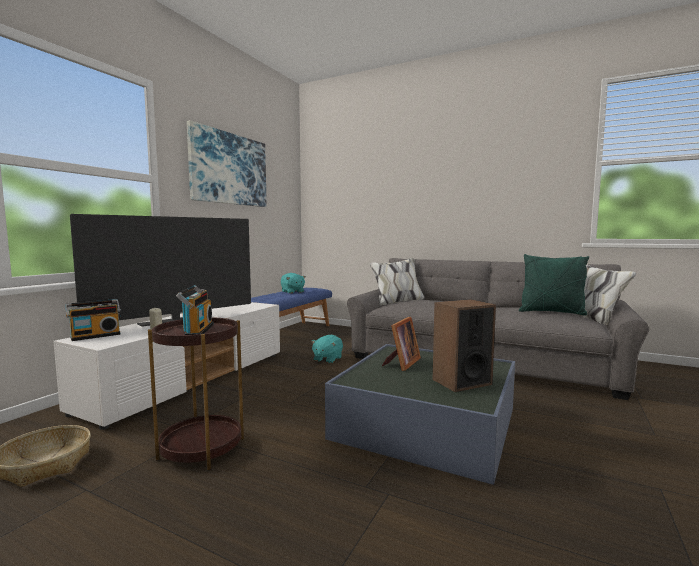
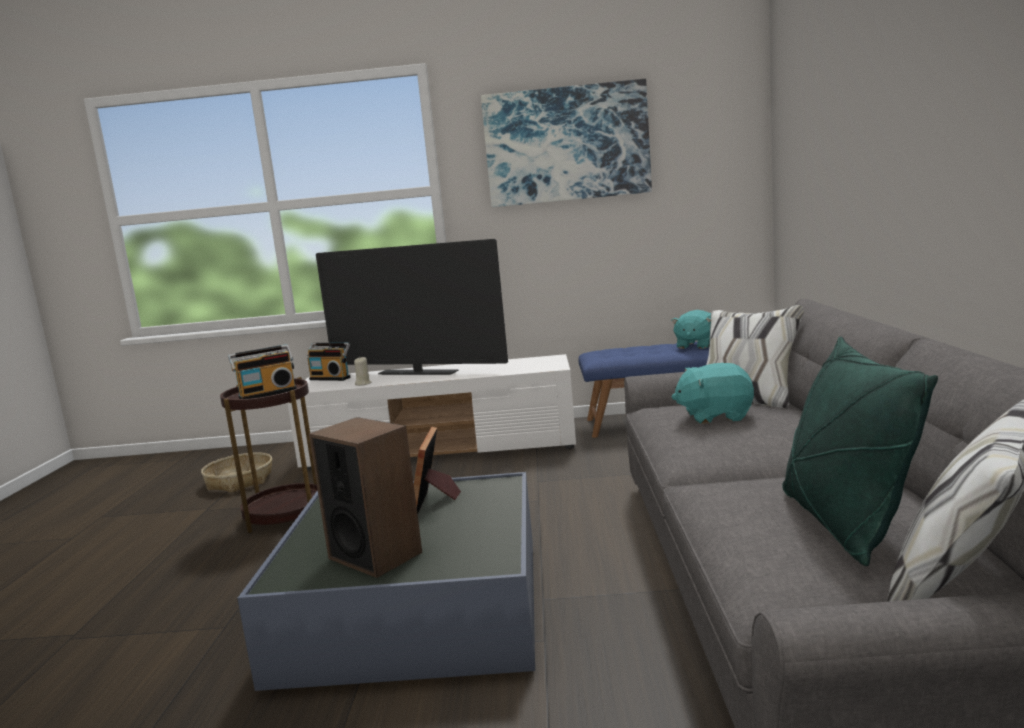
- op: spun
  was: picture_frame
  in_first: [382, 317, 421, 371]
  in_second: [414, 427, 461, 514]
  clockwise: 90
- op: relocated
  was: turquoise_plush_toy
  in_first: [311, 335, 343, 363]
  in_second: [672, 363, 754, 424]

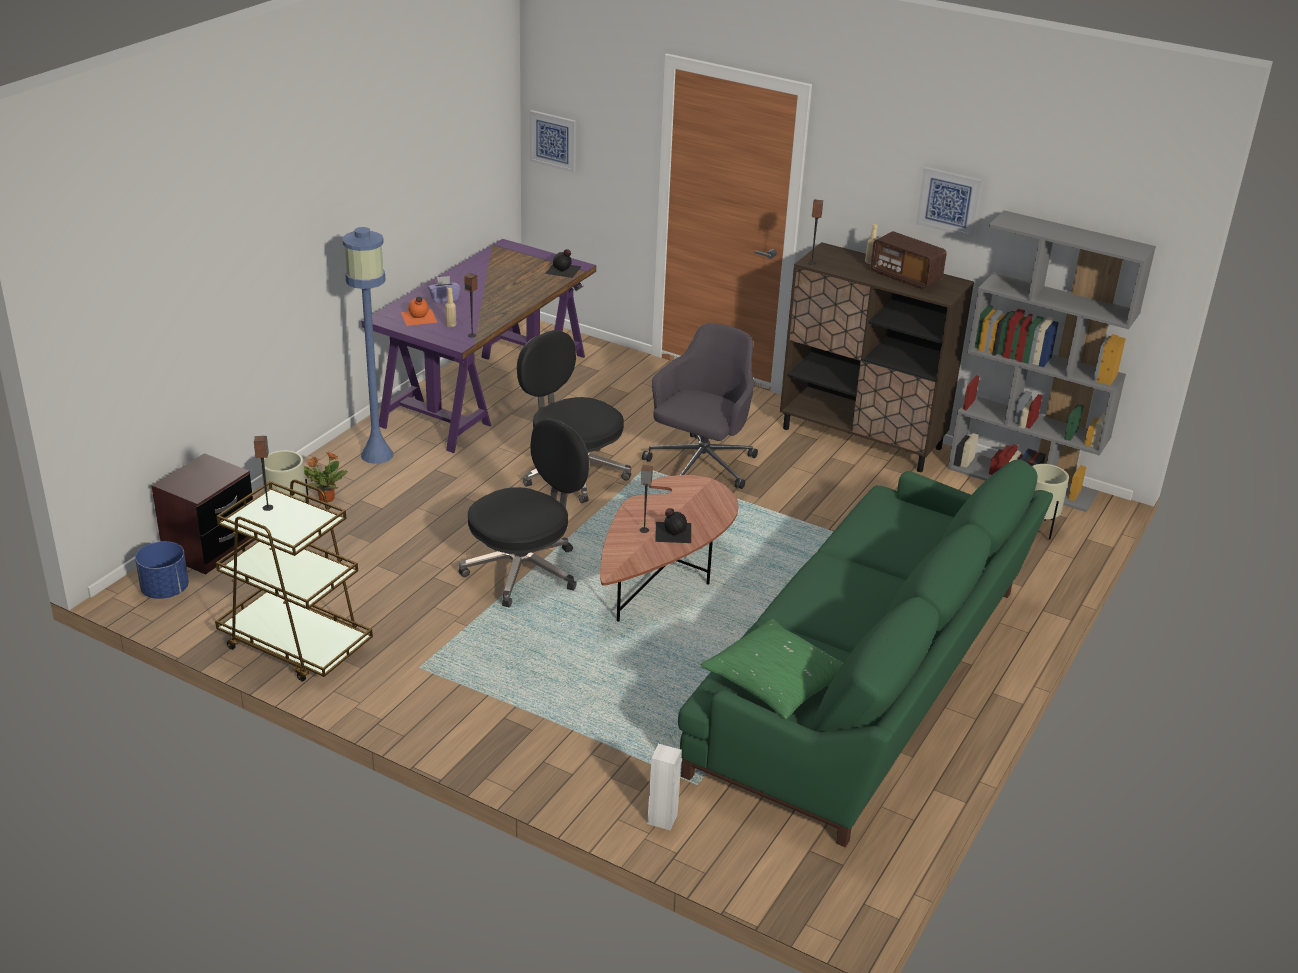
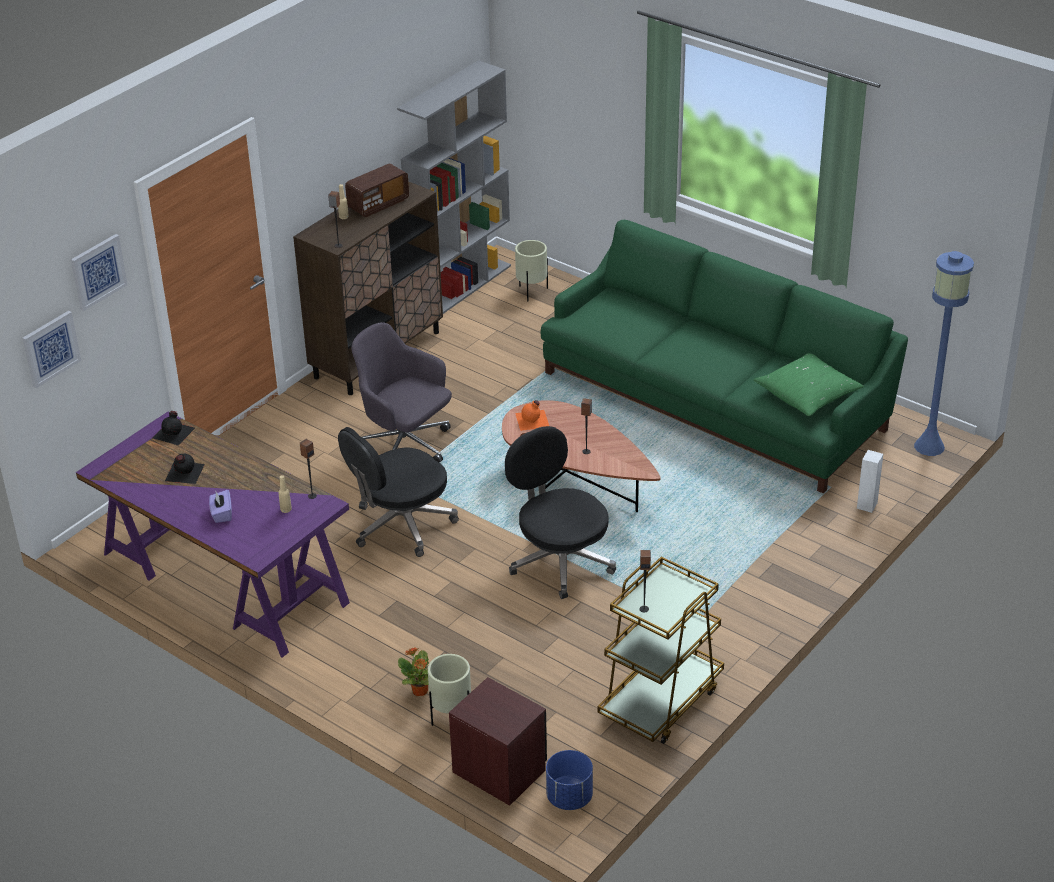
- op: relocated
  was: picture
  in_first: [916, 167, 982, 238]
  in_second: [71, 234, 128, 311]
- op: relocated
  was: blue_floor_lamp
  in_first: [343, 227, 394, 464]
  in_second: [914, 251, 974, 456]
- op: relocated
  was: orange_bottle
  in_first: [401, 297, 437, 326]
  in_second: [515, 400, 549, 431]
- op: relocated
  was: black_bottle
  in_first: [655, 508, 691, 543]
  in_second: [165, 454, 205, 484]

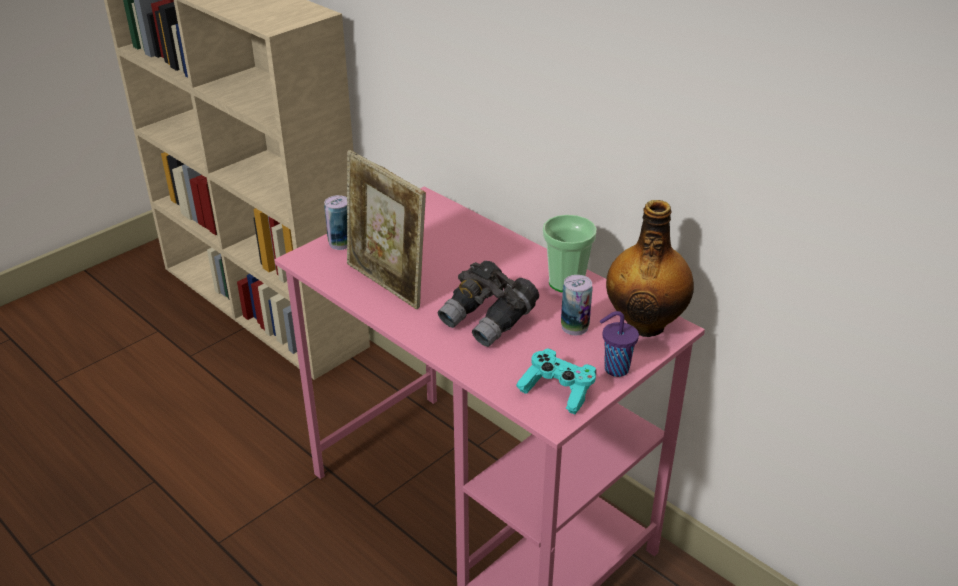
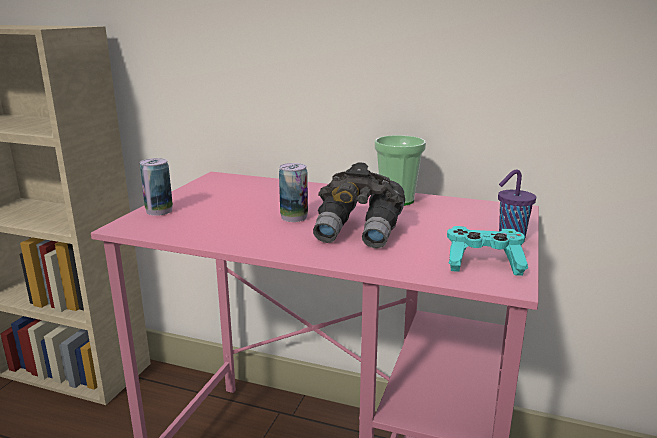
- op: missing
  was: picture_frame
  in_first: [347, 150, 426, 309]
- op: missing
  was: bottle
  in_first: [606, 200, 694, 337]
- op: relocated
  was: can
  in_first: [561, 275, 593, 335]
  in_second: [279, 163, 308, 222]

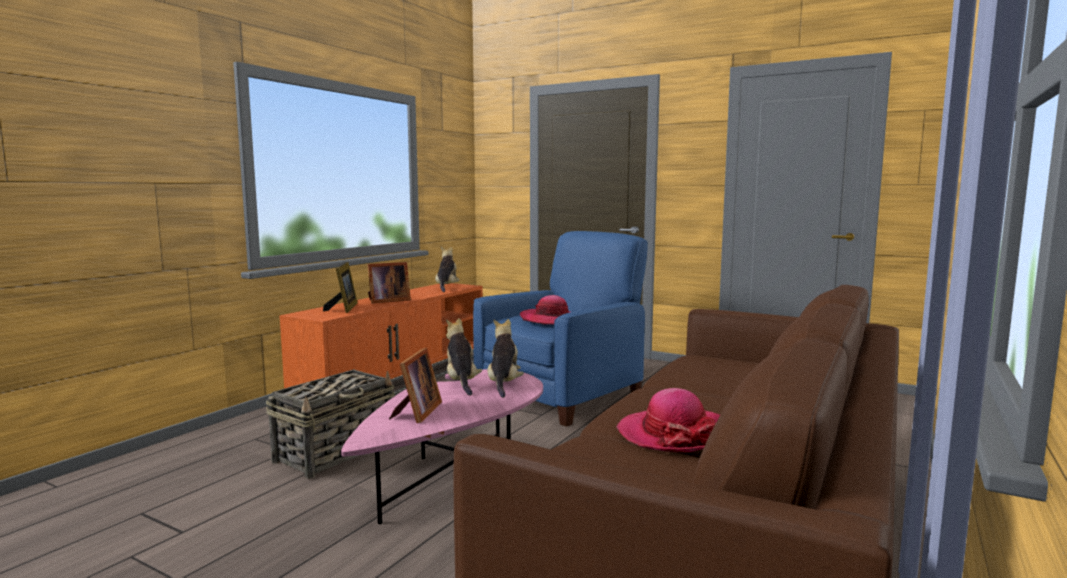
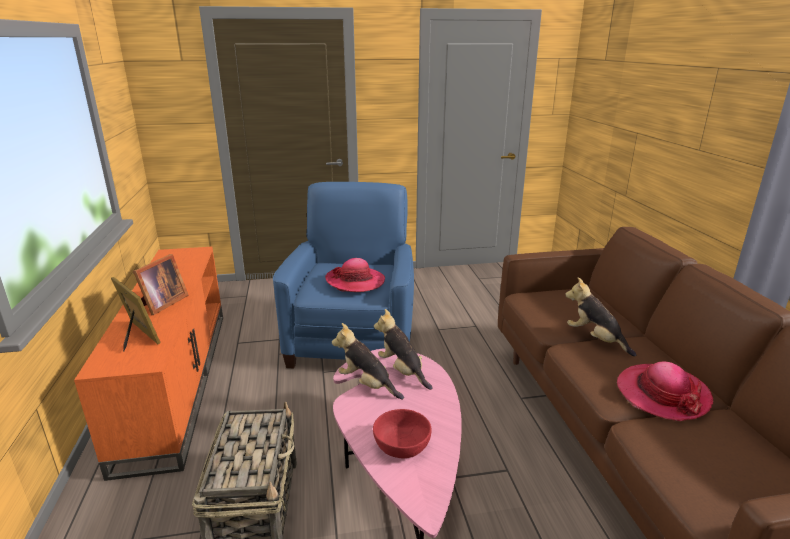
- op: relocated
  was: plush_toy
  in_first: [435, 247, 459, 292]
  in_second: [565, 277, 636, 357]
- op: exchanged
  was: picture_frame
  now: red_bowl
  in_first: [389, 348, 442, 423]
  in_second: [373, 409, 432, 458]

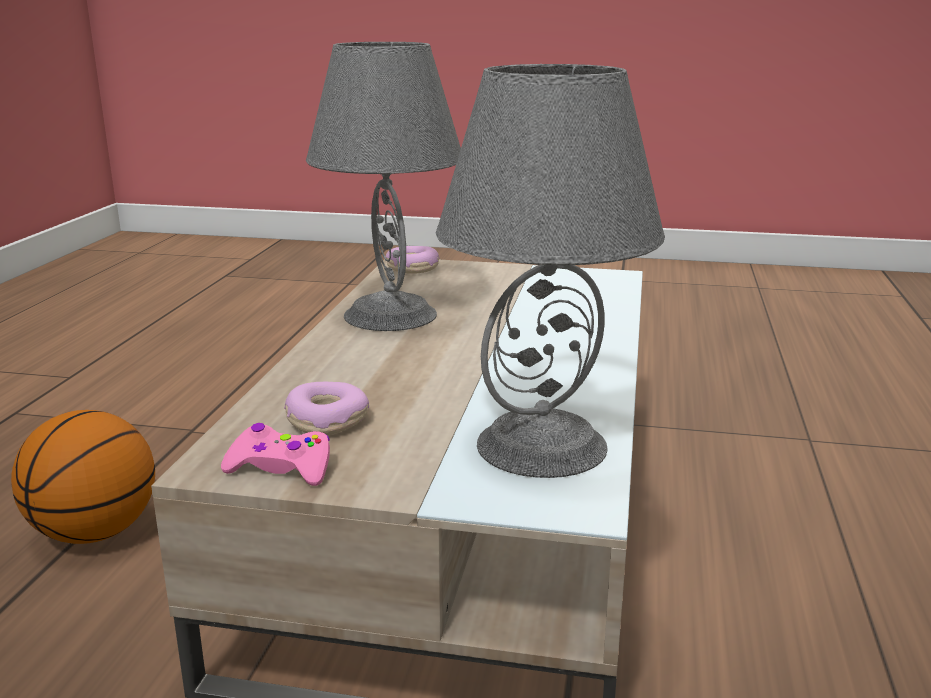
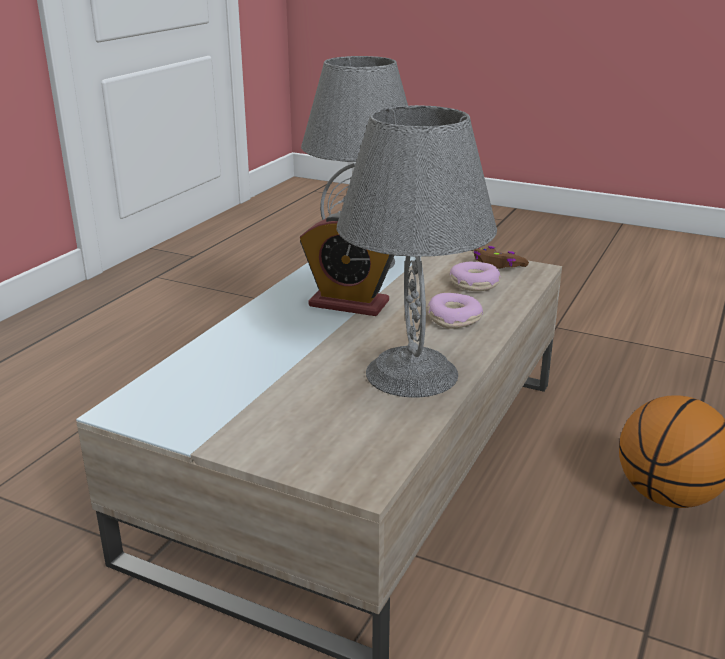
- op: relocated
  was: donut
  in_first: [386, 246, 440, 274]
  in_second: [427, 293, 483, 329]
- op: colour
  was: pink_game_controller
  now: brown_game_controller
  in_first: [221, 423, 330, 486]
  in_second: [474, 246, 529, 269]
- op: appeared
  now: alarm_clock
  in_second: [300, 213, 395, 316]

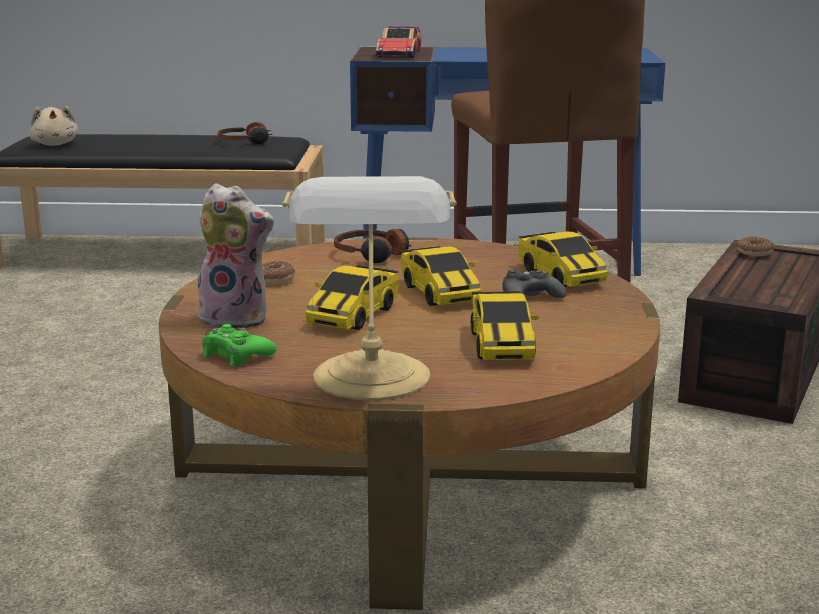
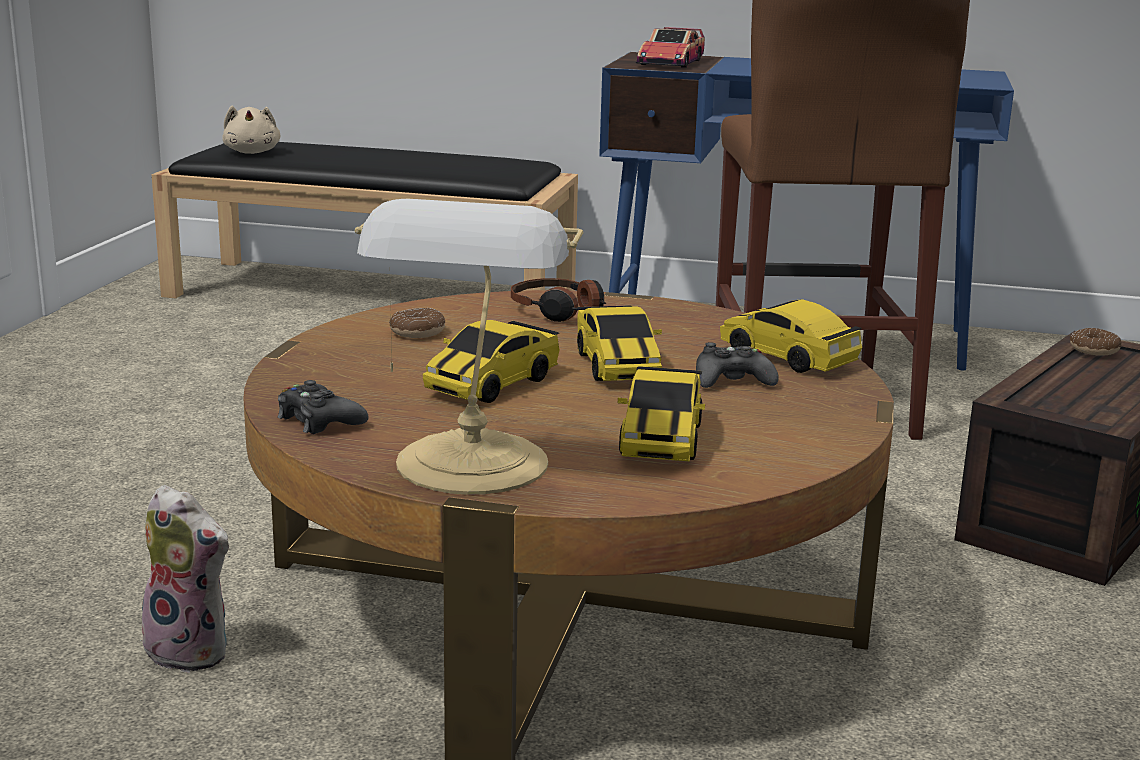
- op: missing
  was: headphones
  in_first: [218, 122, 273, 144]
- op: relocated
  was: plush_toy
  in_first: [198, 183, 274, 329]
  in_second: [137, 485, 231, 673]
- op: spun
  was: toy_car
  in_first: [518, 232, 608, 287]
  in_second: [720, 299, 862, 373]
  clockwise: 150
- op: colour
  was: green_game_controller
  now: black_game_controller
  in_first: [202, 324, 277, 366]
  in_second: [278, 380, 369, 434]

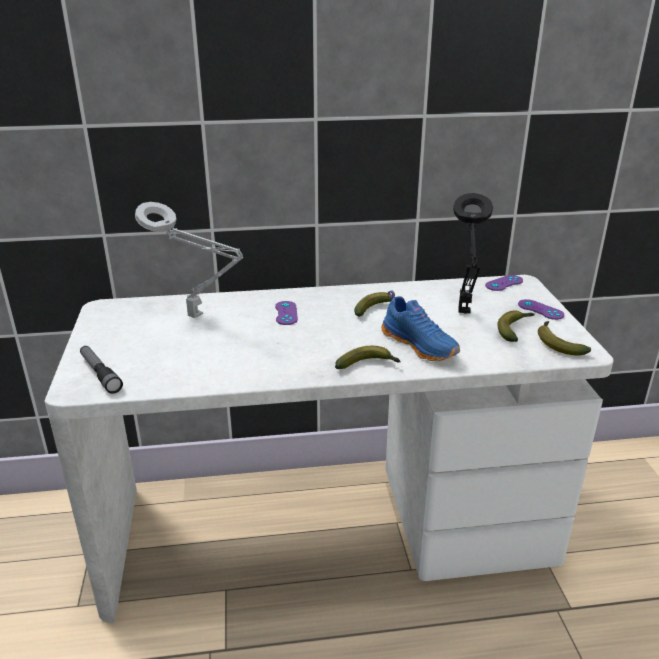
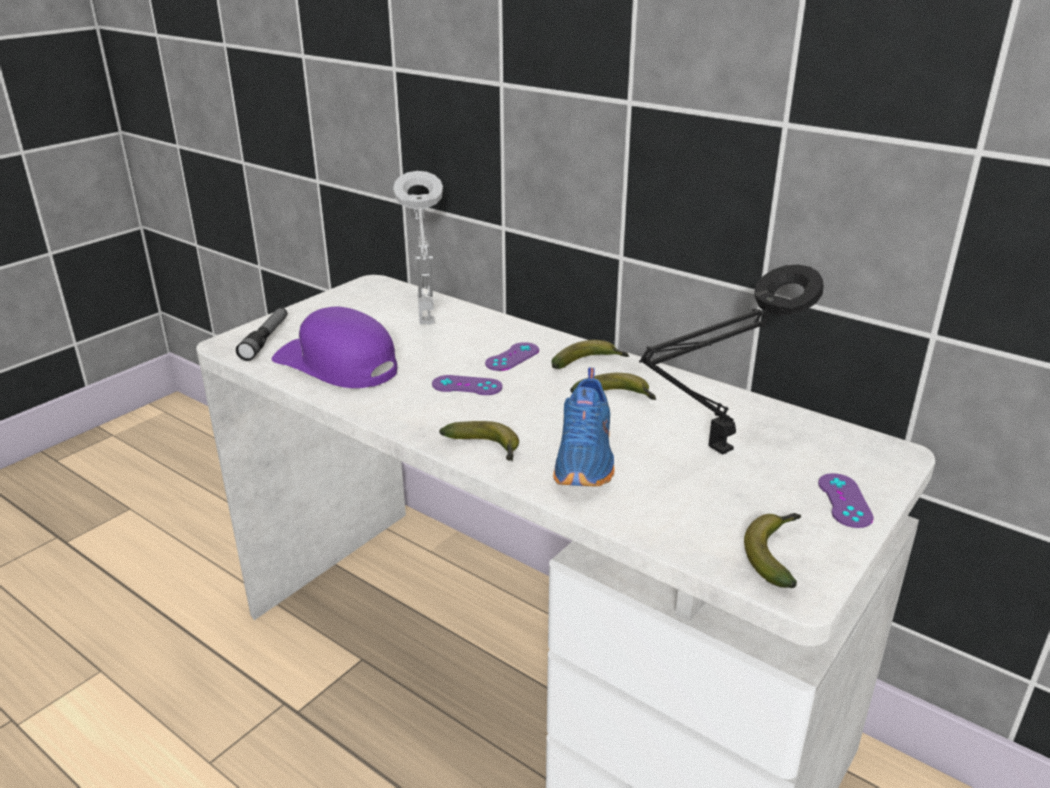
- op: relocated
  was: purple_game_controller
  in_first: [485, 275, 523, 291]
  in_second: [432, 375, 503, 395]
- op: relocated
  was: banana
  in_first: [497, 311, 535, 342]
  in_second: [551, 340, 630, 369]
- op: appeared
  now: purple_cap
  in_second: [272, 306, 398, 388]

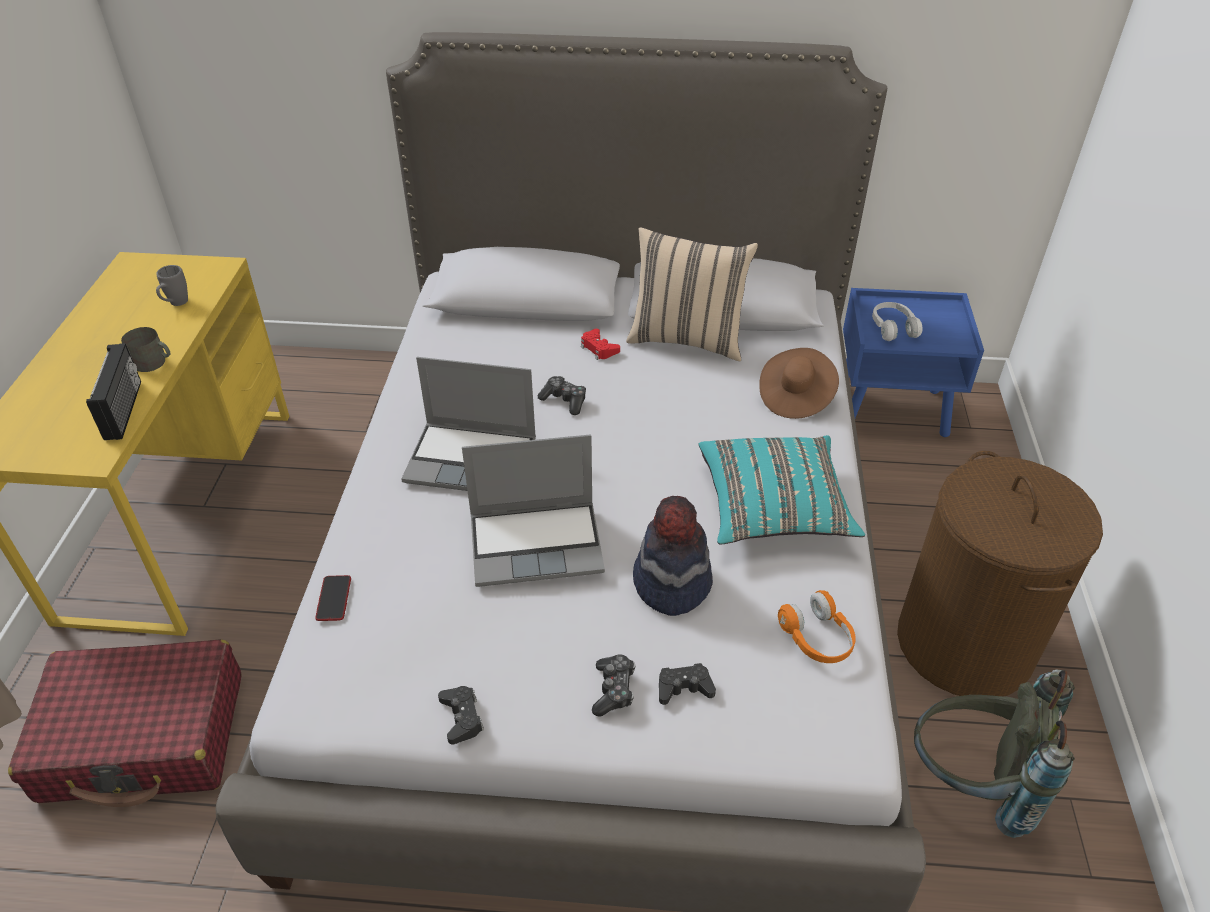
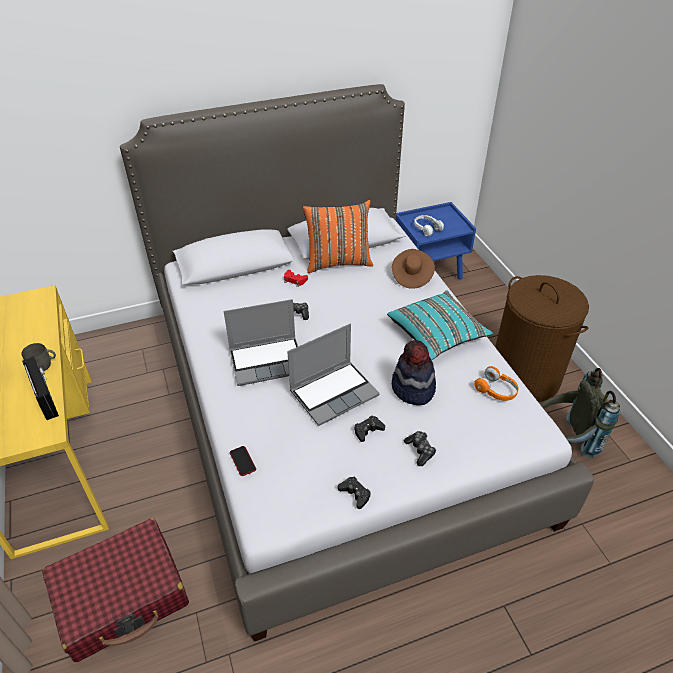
- op: colour
  was: beige_pillow
  now: orange_pillow
  in_first: [626, 227, 758, 361]
  in_second: [303, 200, 373, 273]
- op: missing
  was: grey_mug
  in_first: [156, 265, 188, 306]
- op: relocated
  was: black_game_controller
  in_first: [659, 663, 716, 705]
  in_second: [355, 416, 385, 442]

